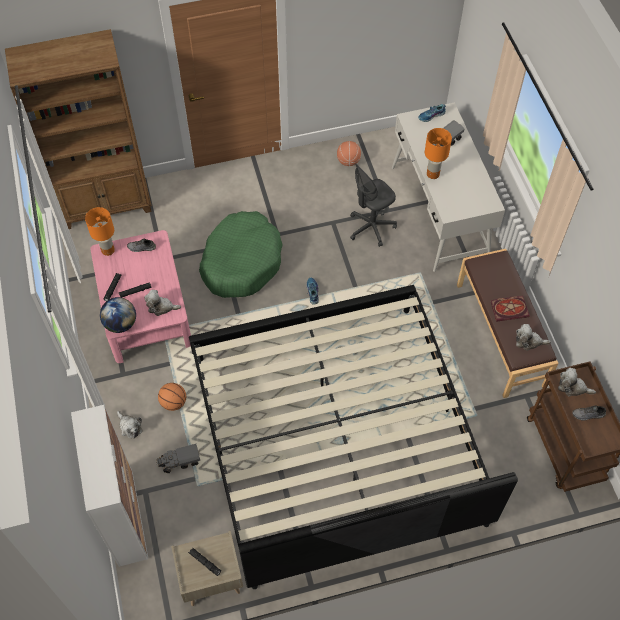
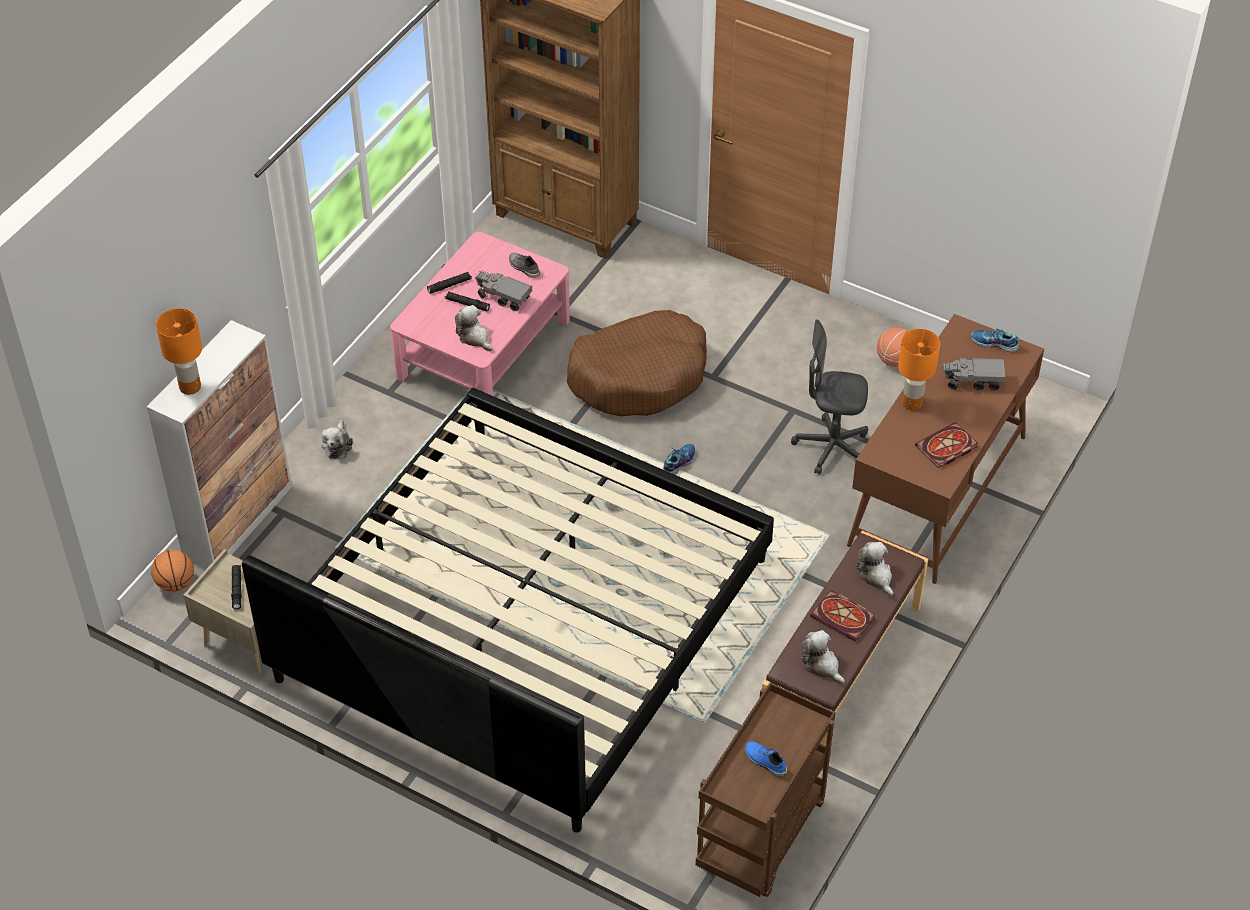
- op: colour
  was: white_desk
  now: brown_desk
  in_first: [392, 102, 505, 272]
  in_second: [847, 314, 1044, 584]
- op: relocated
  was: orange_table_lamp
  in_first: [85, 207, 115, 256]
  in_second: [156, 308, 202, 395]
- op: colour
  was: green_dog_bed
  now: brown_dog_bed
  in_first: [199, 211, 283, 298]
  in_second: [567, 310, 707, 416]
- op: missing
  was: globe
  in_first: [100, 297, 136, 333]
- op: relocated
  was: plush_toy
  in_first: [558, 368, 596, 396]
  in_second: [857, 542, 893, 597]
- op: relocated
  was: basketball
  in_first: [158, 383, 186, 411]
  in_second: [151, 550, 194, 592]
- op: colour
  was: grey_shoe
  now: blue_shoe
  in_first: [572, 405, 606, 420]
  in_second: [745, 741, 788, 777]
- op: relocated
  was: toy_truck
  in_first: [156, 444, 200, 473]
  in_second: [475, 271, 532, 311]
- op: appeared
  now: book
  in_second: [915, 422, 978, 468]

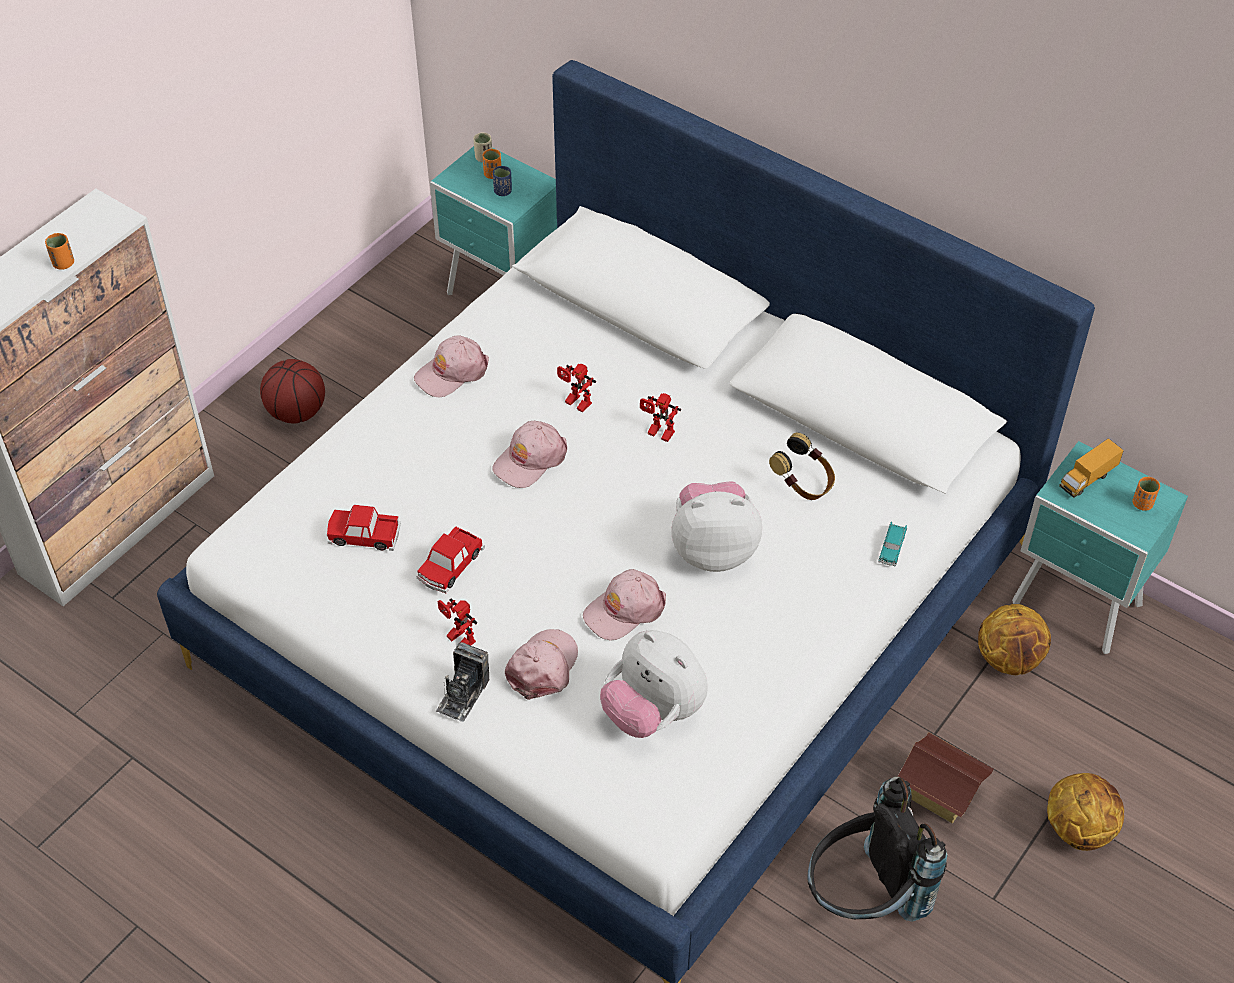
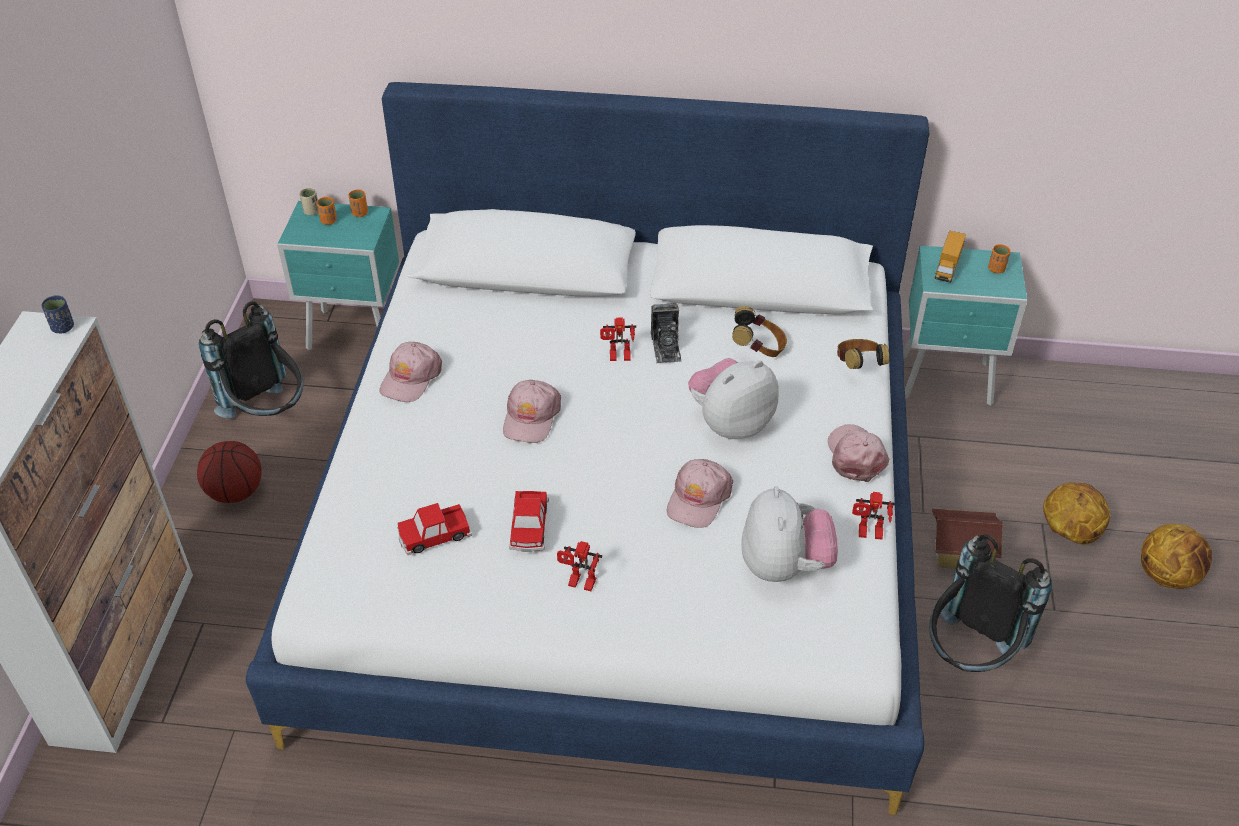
- op: relocated
  was: blue_cup
  in_first: [493, 166, 512, 196]
  in_second: [42, 296, 74, 333]
- op: relocated
  was: orange_cup
  in_first: [45, 233, 74, 270]
  in_second: [348, 189, 368, 217]
- op: relocated
  was: toy_robot
  in_first: [557, 363, 596, 412]
  in_second: [852, 492, 895, 539]
- op: exchanged
  was: toy_car
  now: headphones
  in_first: [879, 521, 907, 567]
  in_second: [837, 339, 889, 369]
- op: relocated
  was: basketball
  in_first: [978, 604, 1051, 675]
  in_second: [1141, 524, 1212, 589]
- op: relocated
  was: pink_cap
  in_first: [505, 629, 578, 700]
  in_second: [828, 424, 889, 482]
- op: spun
  was: plush_toy
  in_first: [600, 630, 708, 738]
  in_second: [741, 486, 838, 582]
  clockwise: -105
- op: relocated
  was: photo_camera
  in_first: [436, 642, 489, 722]
  in_second: [651, 303, 681, 363]
- op: appeared
  now: black_backpack
  in_second: [199, 301, 304, 418]

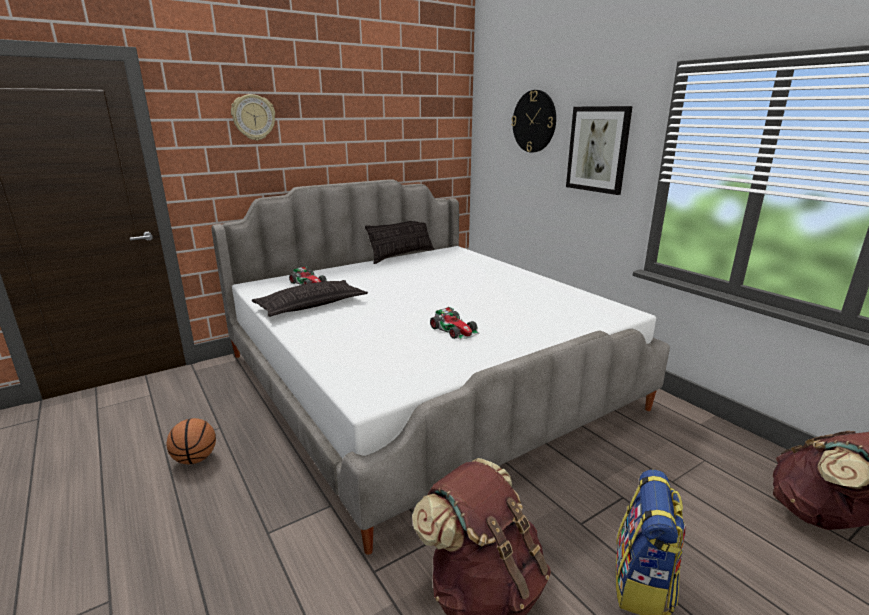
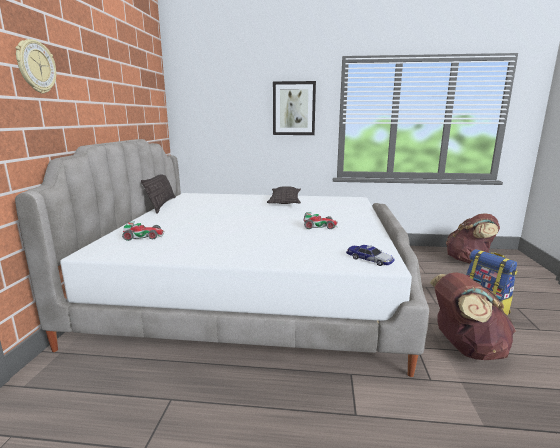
- op: missing
  was: wall_clock
  in_first: [511, 90, 556, 153]
- op: relocated
  was: pillow
  in_first: [252, 280, 368, 317]
  in_second: [267, 186, 301, 204]
- op: missing
  was: basketball
  in_first: [166, 418, 216, 464]
- op: appeared
  now: toy_car
  in_second: [346, 245, 395, 266]

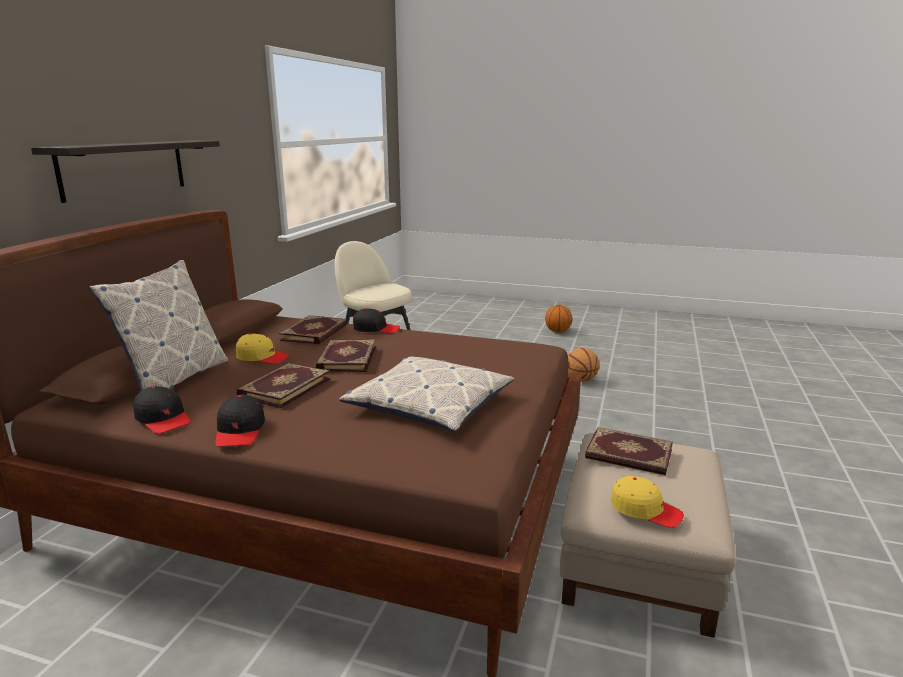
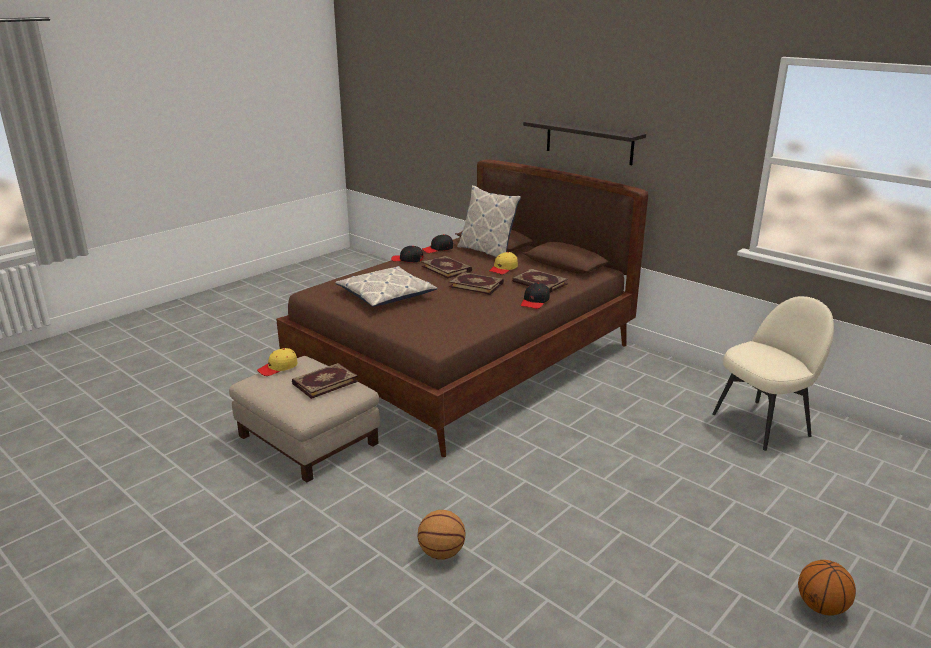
- op: relocated
  was: basketball
  in_first: [568, 348, 599, 382]
  in_second: [417, 510, 466, 559]

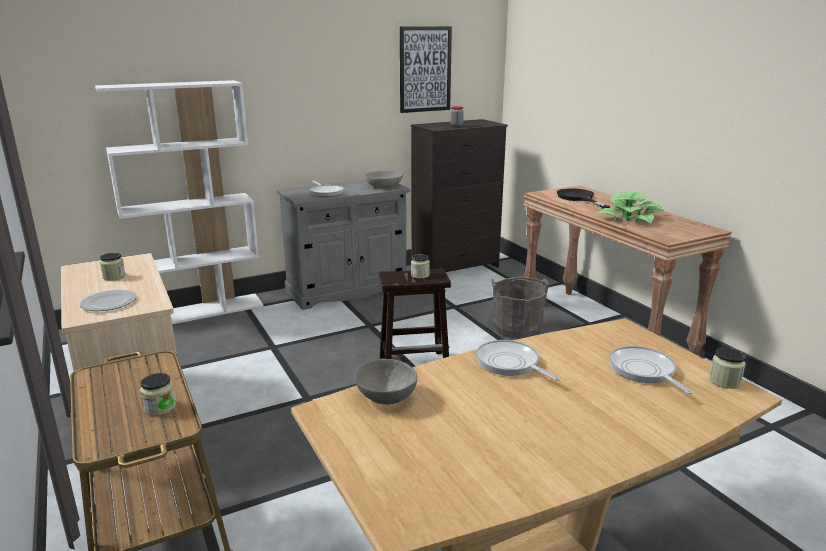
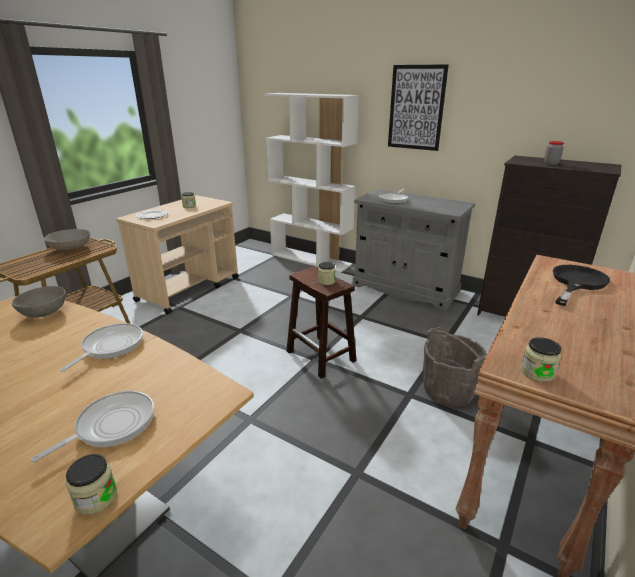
- op: relocated
  was: picture
  in_first: [400, 26, 452, 113]
  in_second: [388, 64, 449, 151]
- op: relocated
  was: grey_bowl
  in_first: [365, 171, 403, 188]
  in_second: [44, 229, 90, 251]
- op: missing
  was: potted_plant
  in_first: [597, 191, 667, 223]
- op: relocated
  was: jar
  in_first: [140, 373, 176, 416]
  in_second: [521, 337, 562, 382]

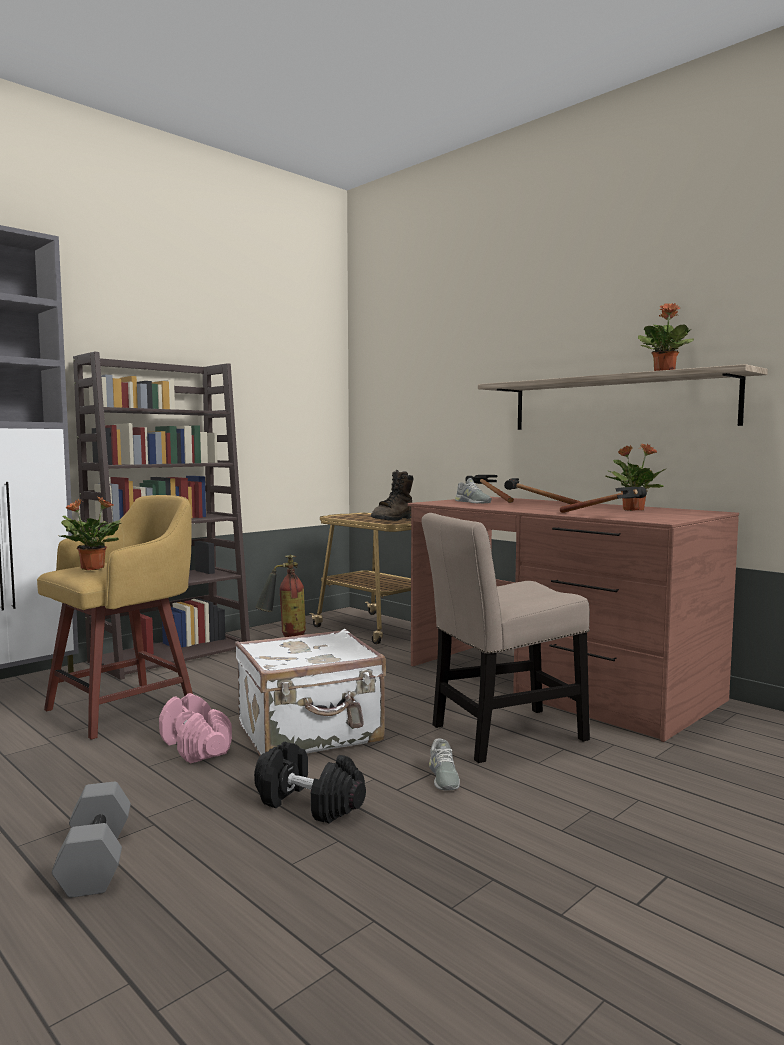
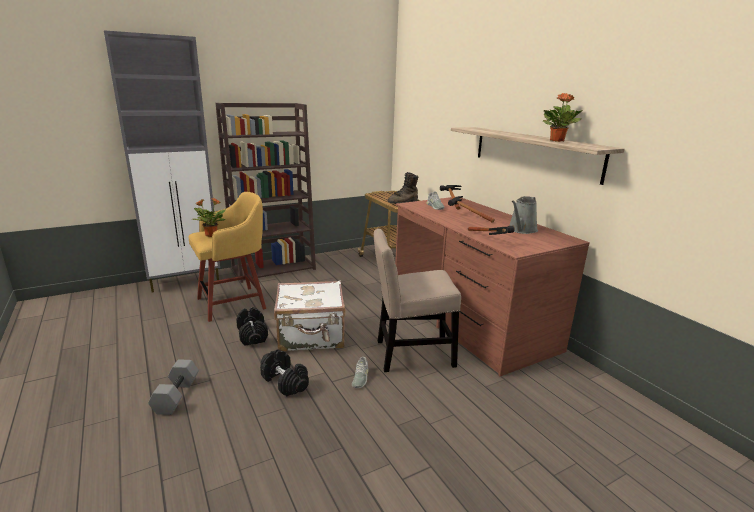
- op: exchanged
  was: potted_plant
  now: grey_watering_can
  in_first: [606, 444, 666, 511]
  in_second: [509, 196, 538, 234]
- op: missing
  was: fire_extinguisher
  in_first: [255, 554, 306, 637]
- op: colour
  was: pink_dumbbell
  now: black_dumbbell
  in_first: [159, 693, 232, 764]
  in_second: [236, 307, 268, 346]

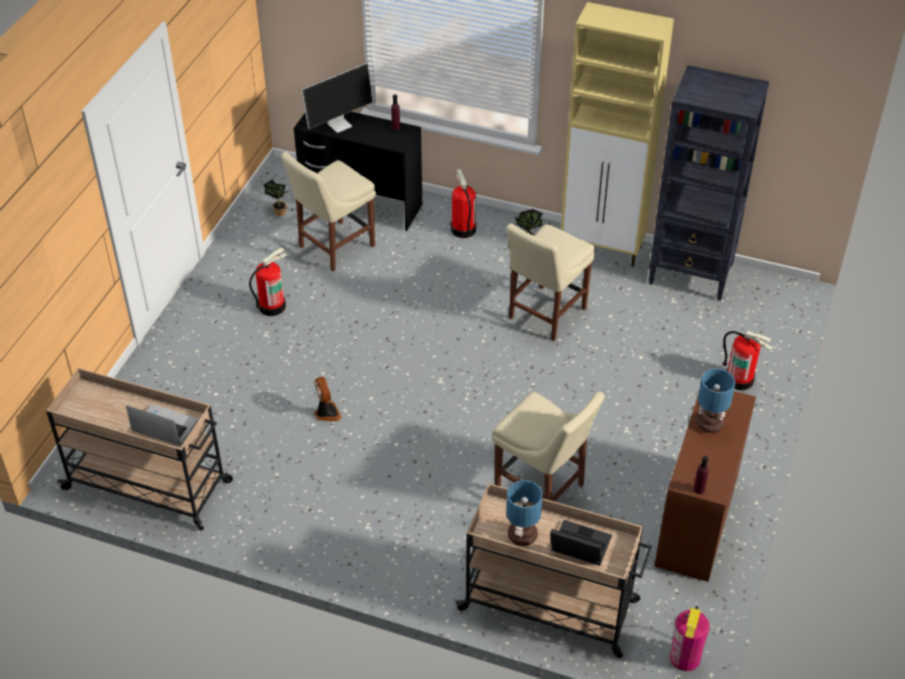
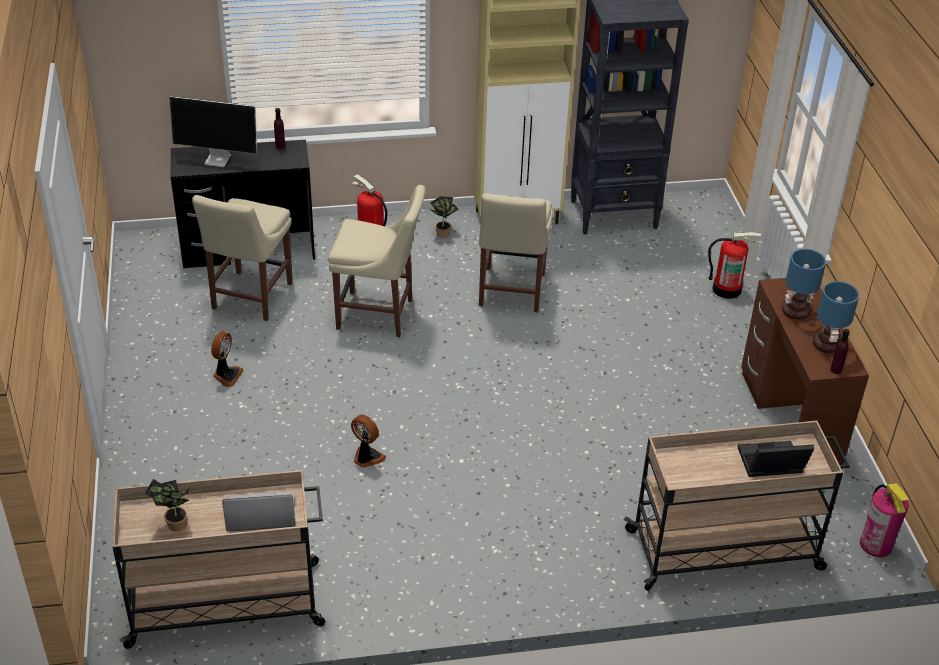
- op: spun
  was: monitor
  in_first: [302, 63, 373, 133]
  in_second: [169, 96, 257, 167]
  clockwise: 75
- op: relocated
  was: potted_plant
  in_first: [263, 179, 288, 216]
  in_second: [145, 479, 190, 532]
- op: exchanged
  was: fire_extinguisher
  now: fan
  in_first: [249, 247, 287, 316]
  in_second: [211, 331, 244, 387]
- op: relocated
  was: beige_chair
  in_first: [493, 391, 604, 502]
  in_second: [328, 185, 425, 338]
- op: relocated
  was: table_lamp
  in_first: [506, 480, 543, 546]
  in_second: [813, 281, 859, 353]

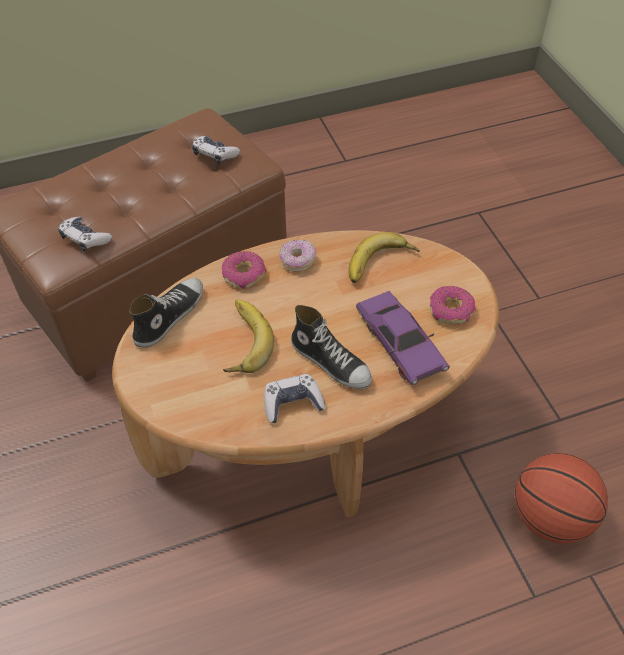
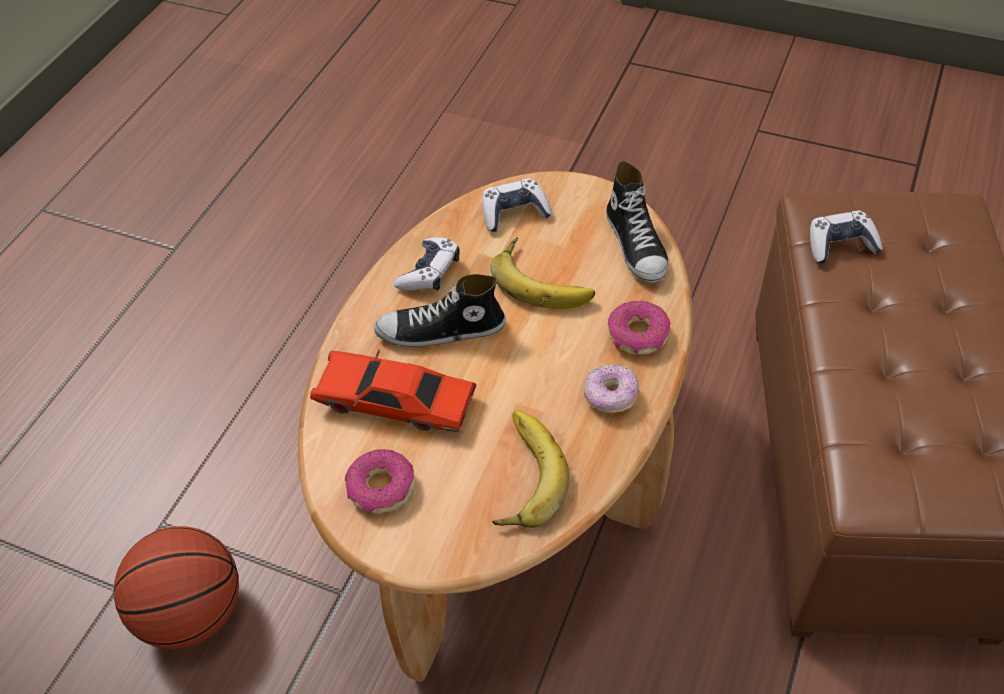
- op: relocated
  was: game_controller
  in_first: [192, 136, 240, 164]
  in_second: [482, 178, 552, 232]
- op: colour
  was: purple_toy_car
  now: red_toy_car
  in_first: [356, 291, 450, 385]
  in_second: [310, 349, 477, 432]

